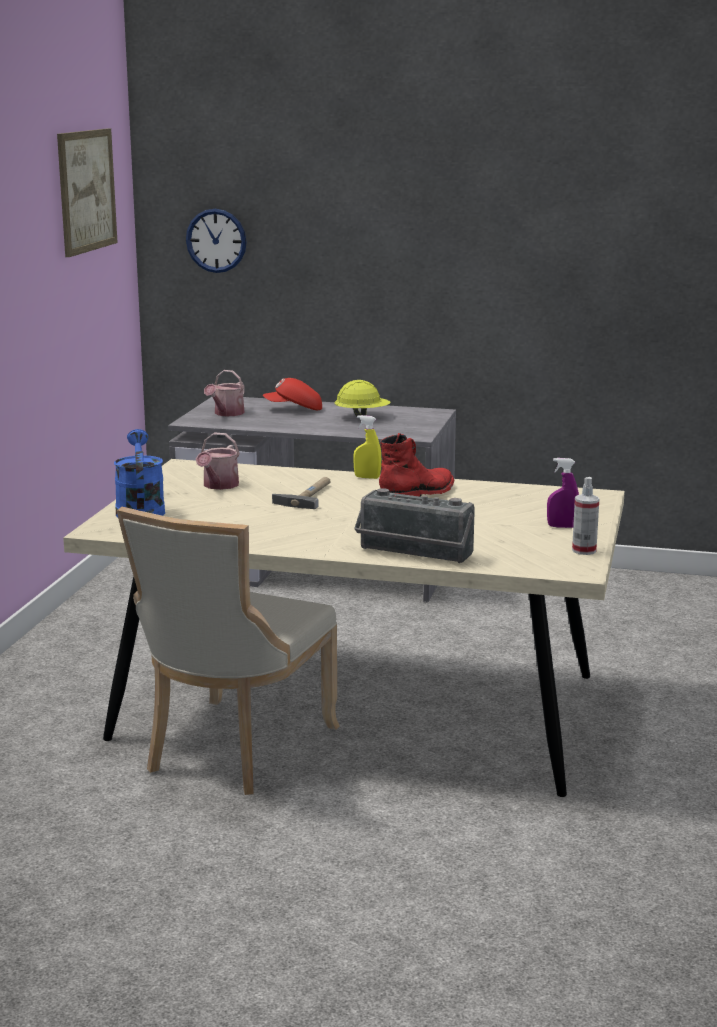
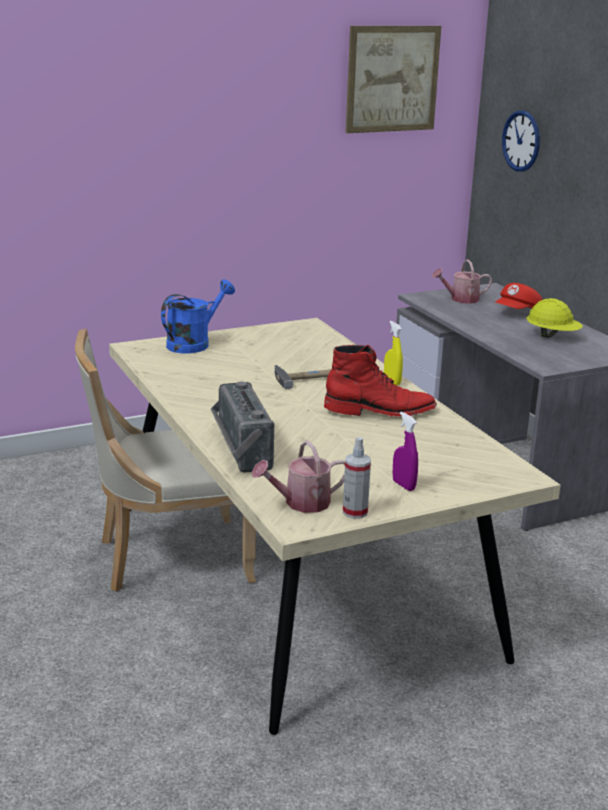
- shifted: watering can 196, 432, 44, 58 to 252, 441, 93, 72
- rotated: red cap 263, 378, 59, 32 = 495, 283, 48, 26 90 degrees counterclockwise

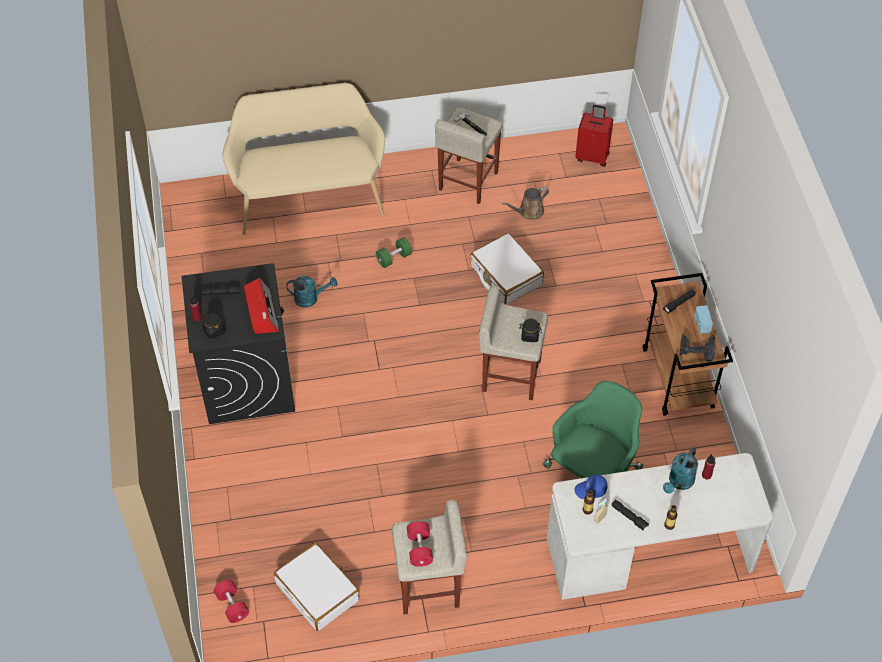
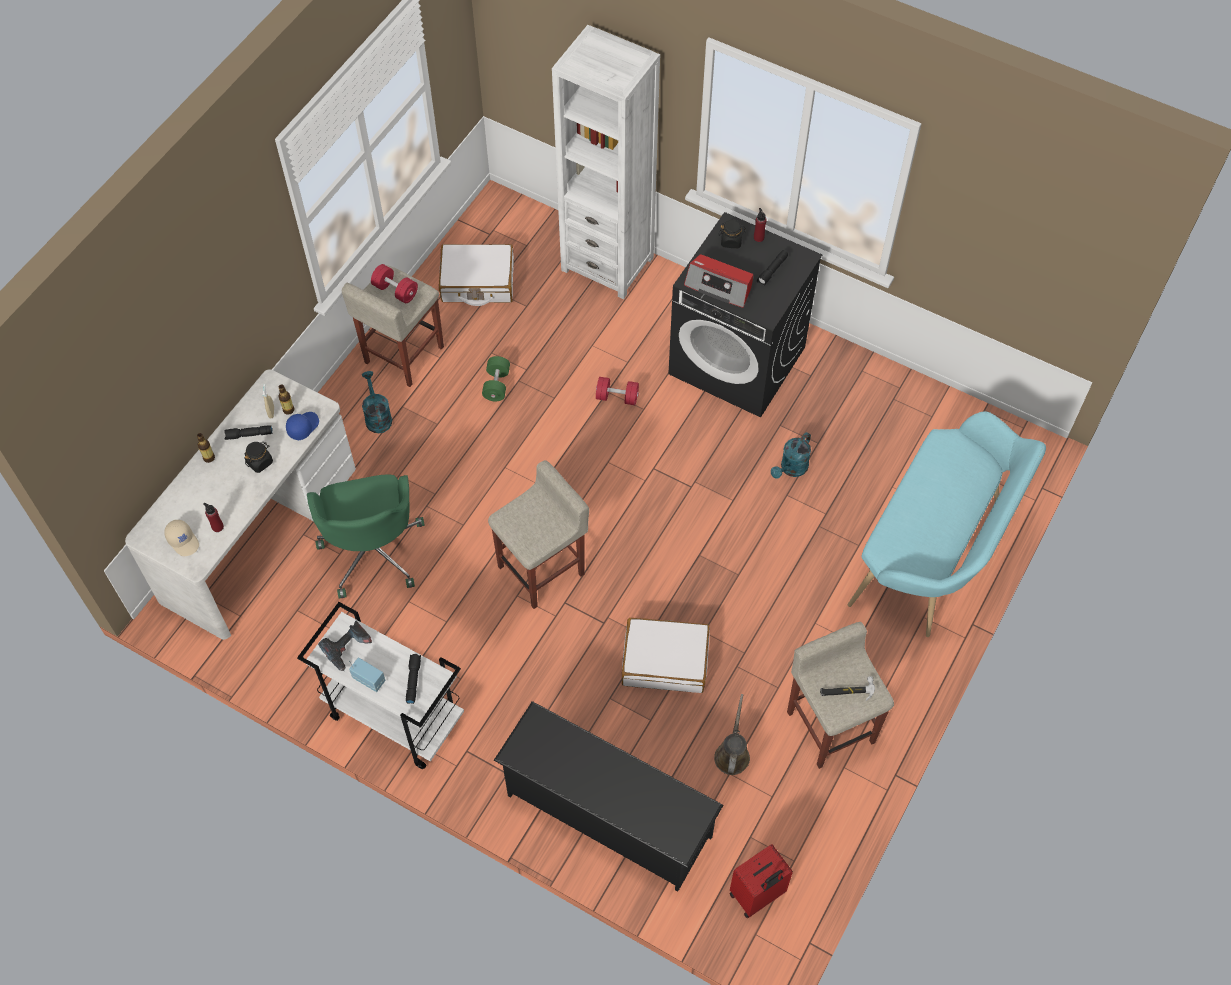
- new: beige cap 164, 520, 35, 36
- shifted: black jar 519, 318, 23, 24 to 244, 442, 29, 31
- repainted: brown cart 643, 273, 90, 143 to white cart 297, 602, 167, 167
- shifted: turquoise watering can 663, 447, 35, 46 to 362, 371, 30, 62
- shifted: green dumbbell 376, 237, 36, 31 to 482, 356, 28, 45
- new: black shoe rack 494, 701, 229, 191
- new: white bookcase 552, 25, 108, 274
- shifted: red dumbbell 214, 580, 35, 43 to 596, 377, 43, 28
- repainted: beige bench 223, 83, 162, 152 to turquoise bench 848, 411, 198, 226

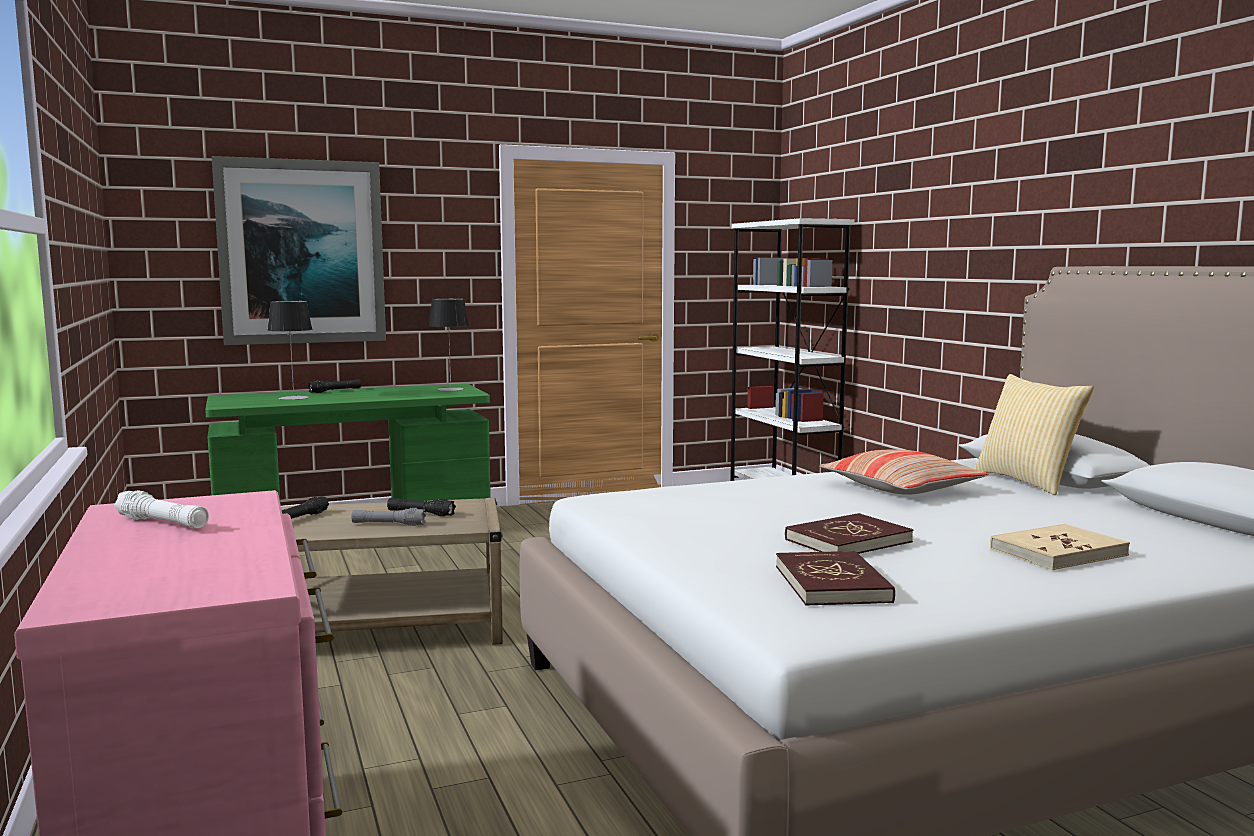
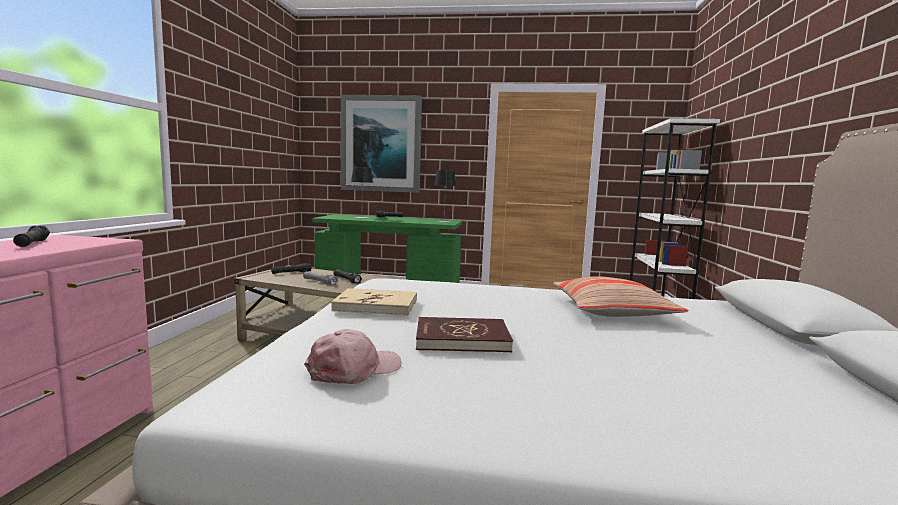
- repainted: white flashlight 114, 490, 95, 39 to black flashlight 13, 226, 37, 21
- swapped: red book 776, 551, 119, 54 to pink cap 304, 329, 98, 55
- shifted: beige book 990, 524, 140, 46 to 331, 288, 86, 28
- gone: pillow 975, 374, 119, 121

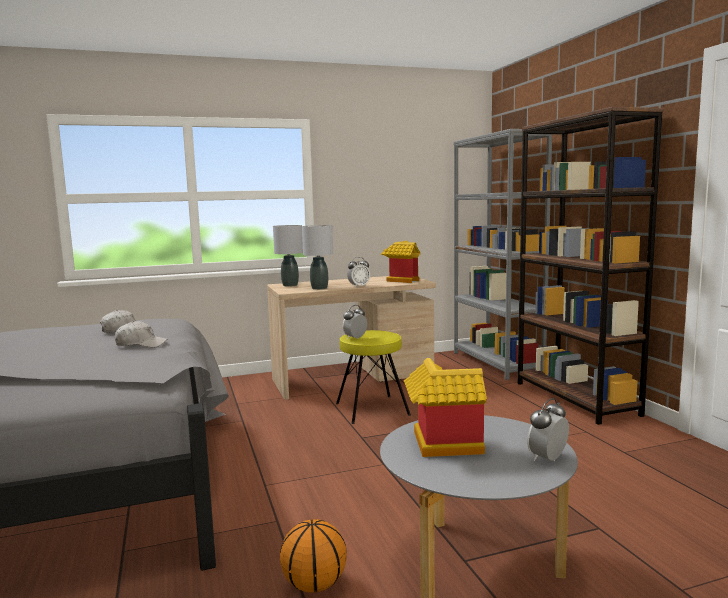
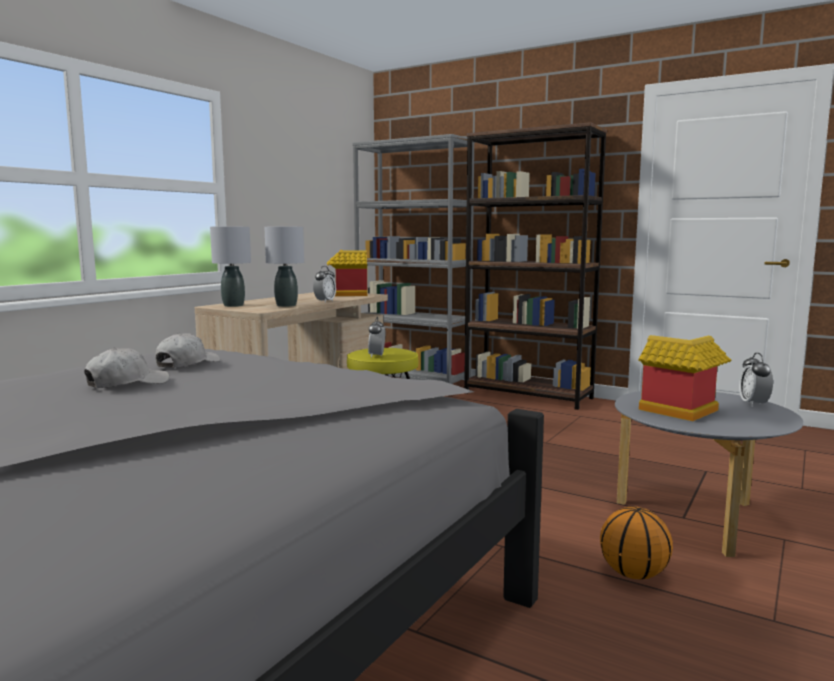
- shifted: white cap 115, 321, 53, 27 to 84, 348, 85, 40

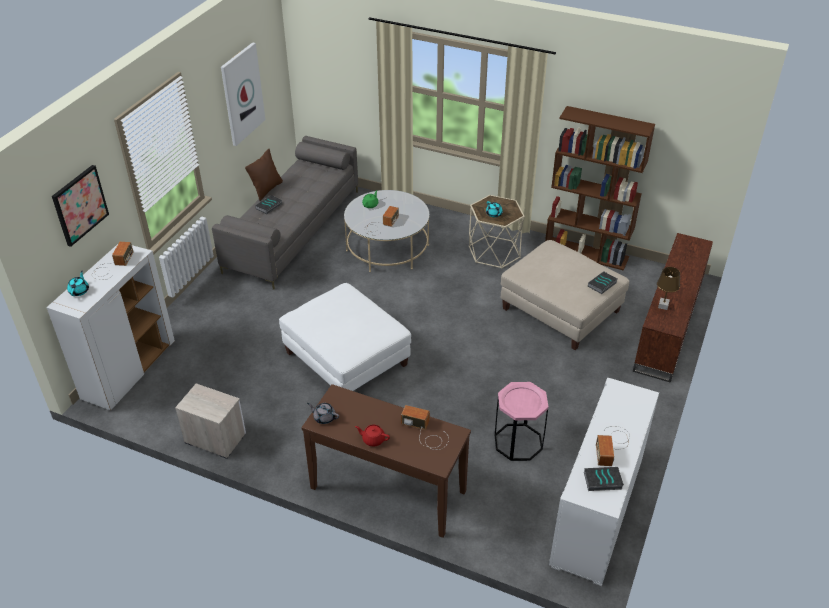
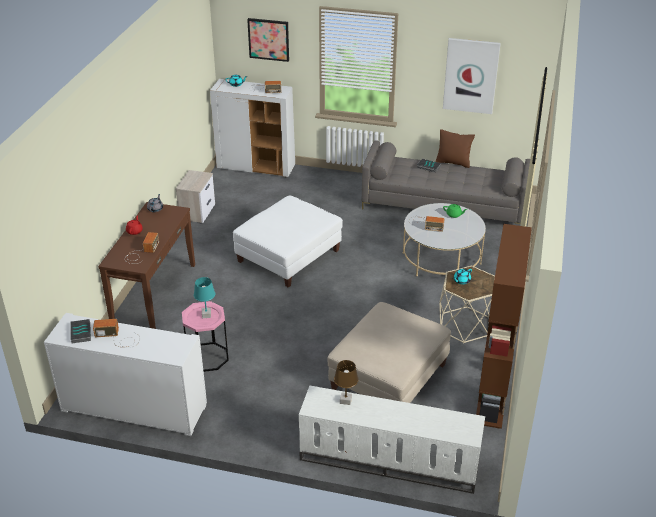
- new: turquoise table lamp 194, 277, 21, 41
- repainted: brown tv stand 633, 233, 80, 150 to white tv stand 299, 385, 186, 109
- gone: book 588, 271, 29, 23

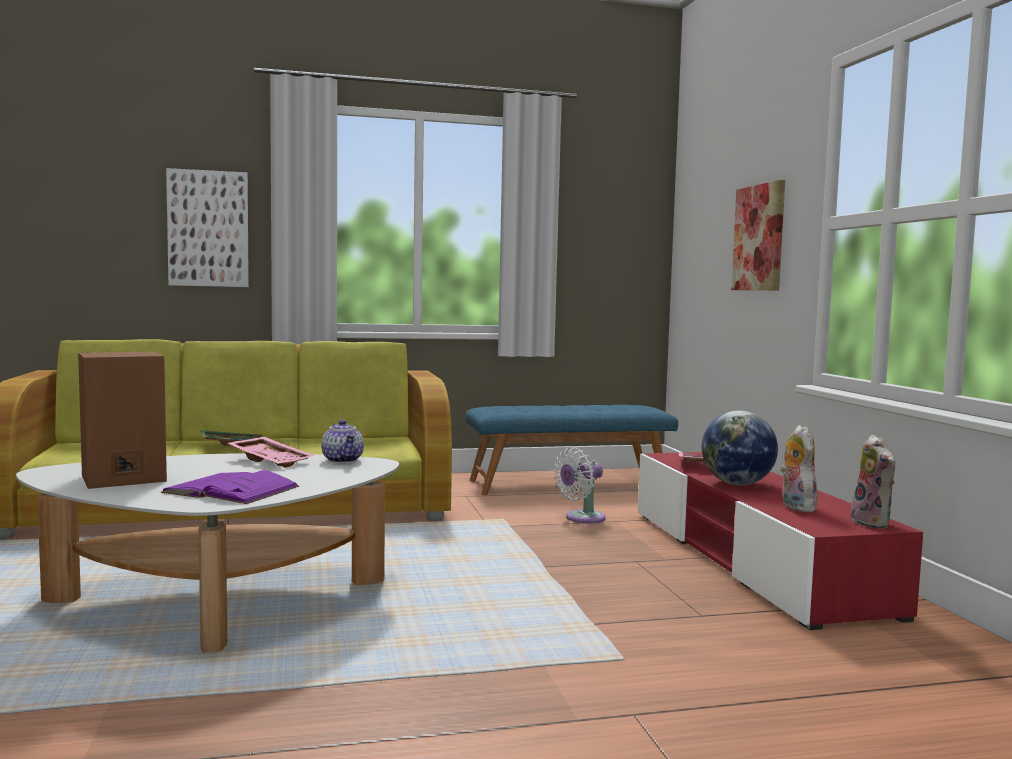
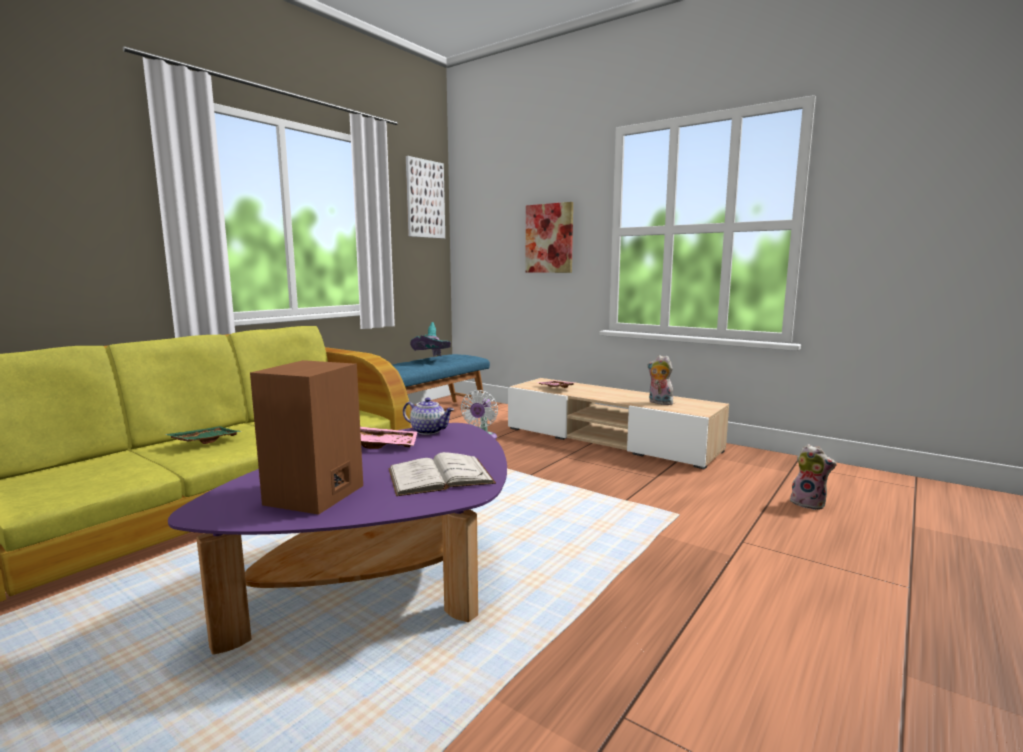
- repainted: white coffee table 16, 453, 383, 199 to purple coffee table 168, 423, 339, 232
- repainted: purple book 161, 470, 138, 34 to white book 389, 452, 107, 44
- shifted: picture 166, 168, 83, 119 to 406, 156, 39, 83
- new: turquoise hat 410, 322, 41, 35
- repainted: red tv stand 638, 452, 285, 178 to beige tv stand 508, 378, 221, 91
- shifted: plush toy 850, 435, 45, 94 to 790, 444, 47, 66
- gone: globe 702, 411, 76, 74

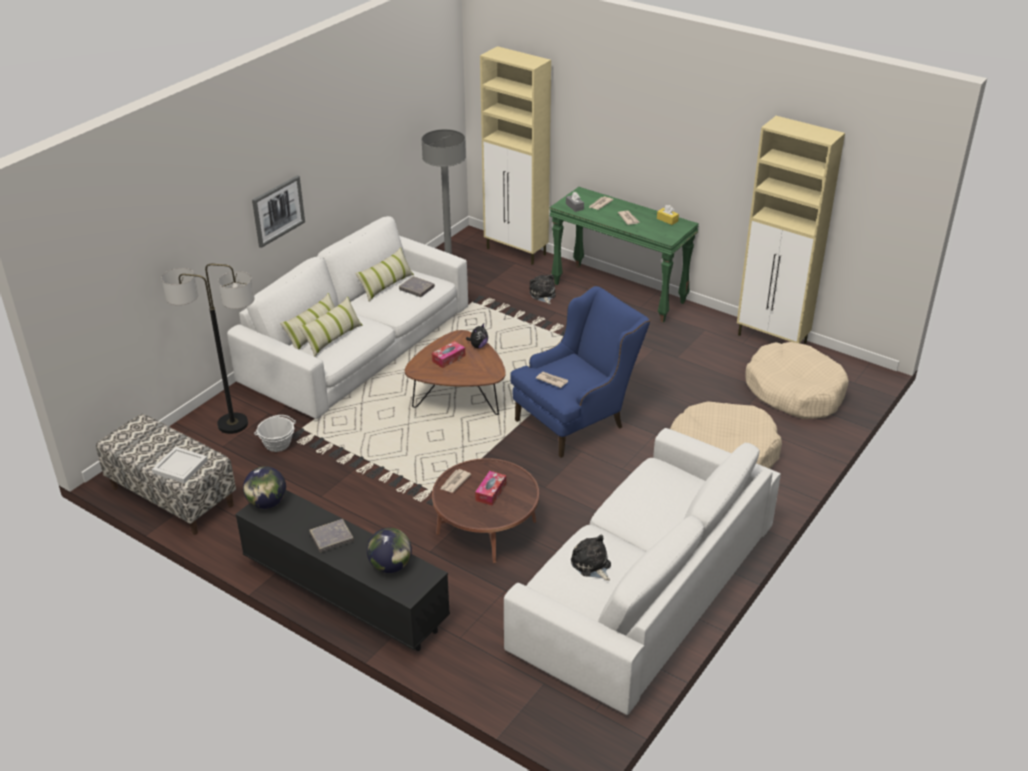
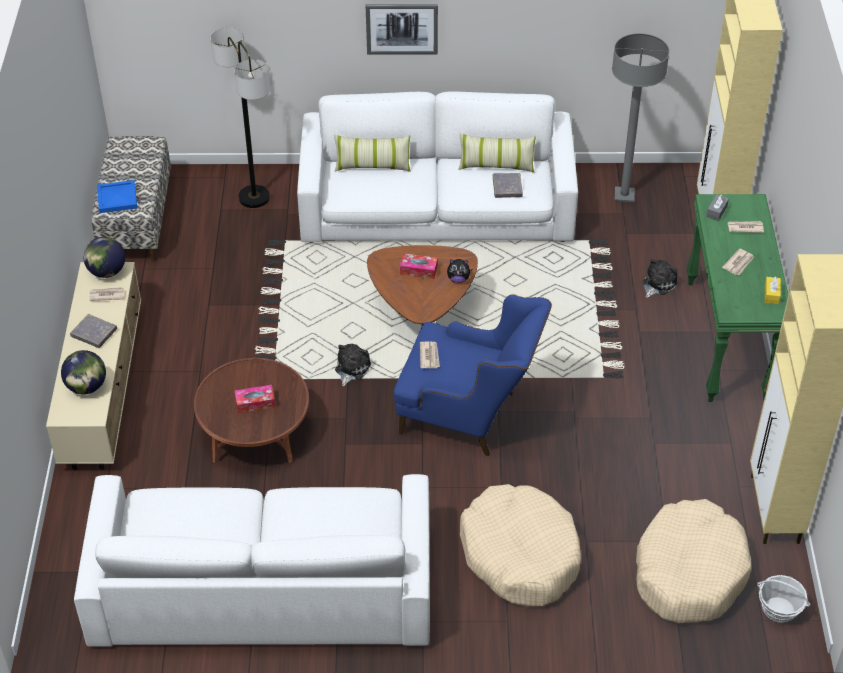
- repainted: black tv stand 235, 490, 215, 161 to beige tv stand 46, 262, 95, 209
- shifted: newspaper 440, 469, 31, 24 to 89, 287, 35, 14
- repainted: white tray 152, 447, 56, 37 to blue tray 97, 180, 40, 33
- shifted: plush toy 571, 535, 40, 46 to 335, 344, 36, 43
- shifted: basket 254, 415, 42, 37 to 757, 575, 53, 48
- gone: pillow 299, 296, 64, 61

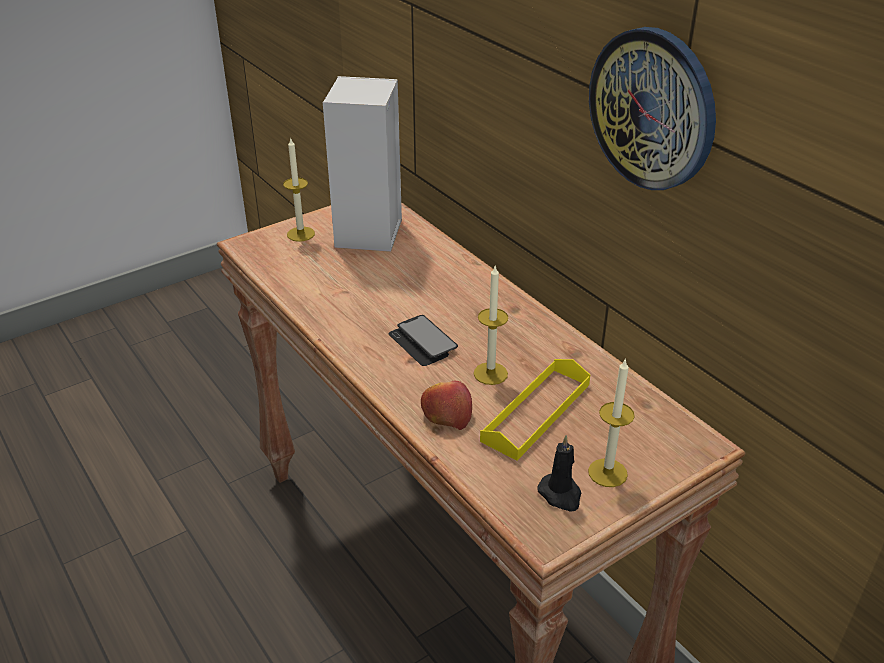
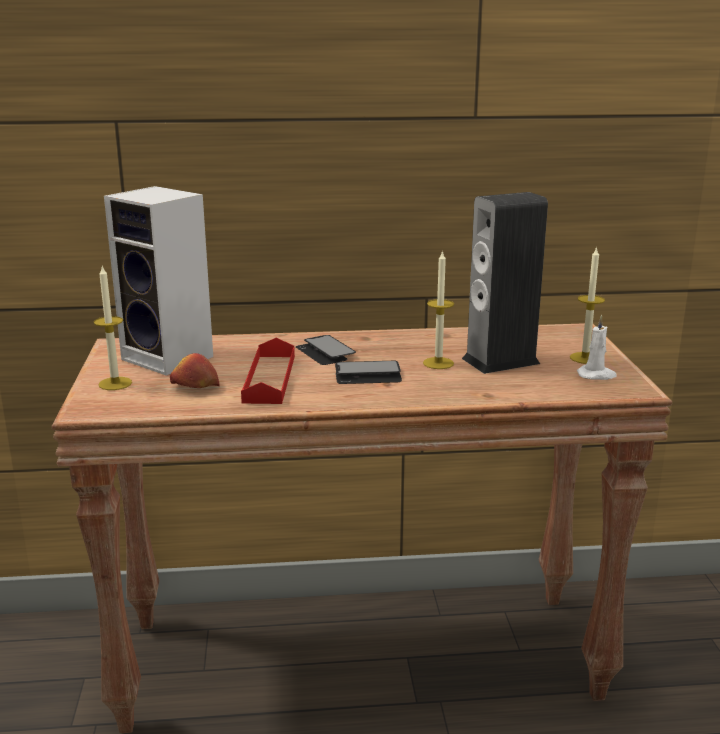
- shifted: apple 421, 381, 51, 49 to 170, 353, 50, 35
- new: red tray 241, 338, 54, 66
- new: phone 296, 335, 60, 30
- swapped: yellow tray 480, 359, 110, 101 to speaker 462, 192, 86, 182
- repainted: black candle 537, 435, 45, 77 to white candle 577, 315, 40, 65
- gone: wall clock 589, 27, 127, 163

